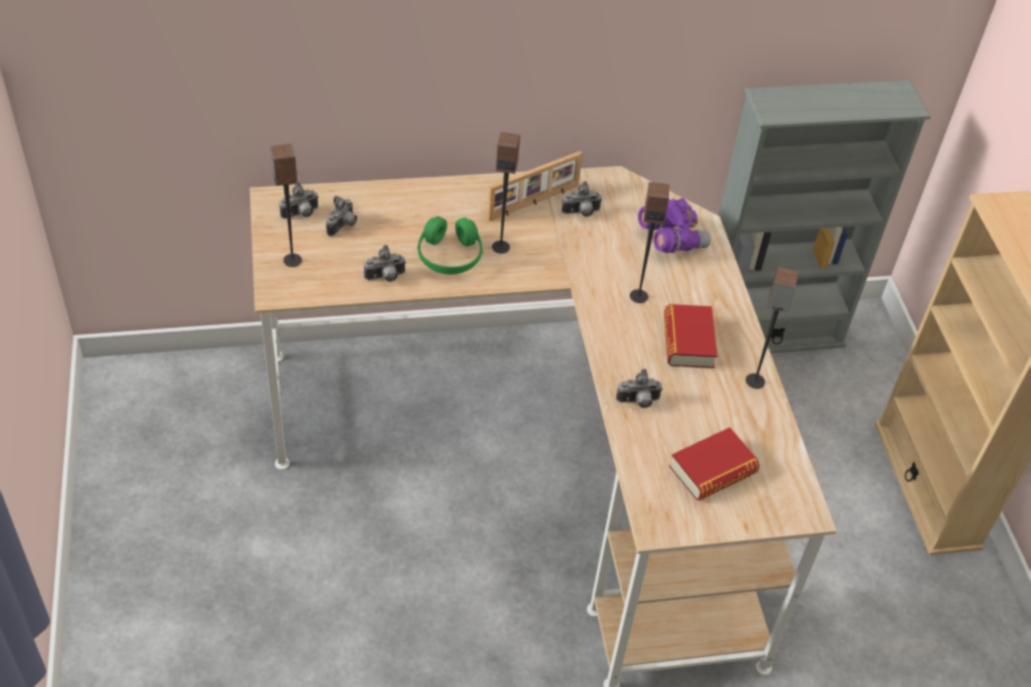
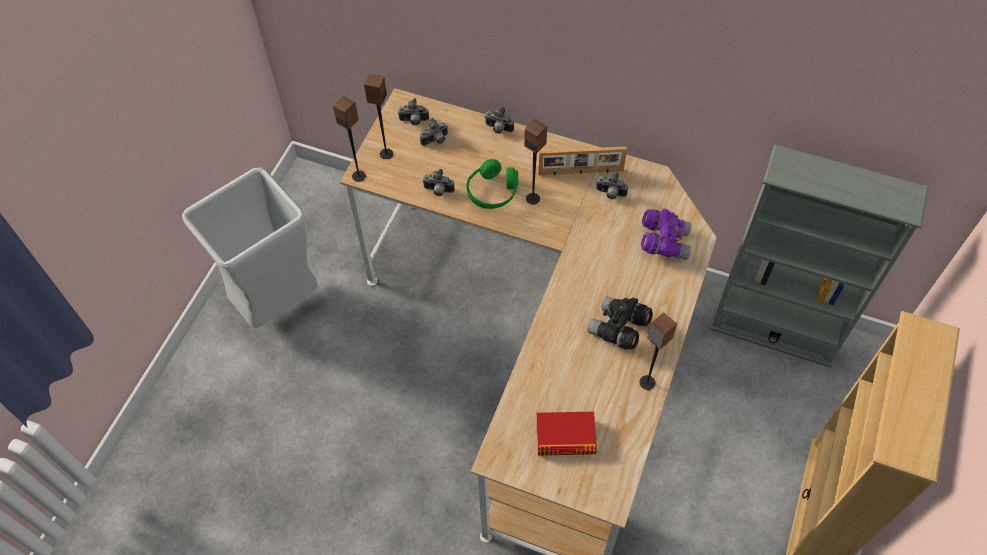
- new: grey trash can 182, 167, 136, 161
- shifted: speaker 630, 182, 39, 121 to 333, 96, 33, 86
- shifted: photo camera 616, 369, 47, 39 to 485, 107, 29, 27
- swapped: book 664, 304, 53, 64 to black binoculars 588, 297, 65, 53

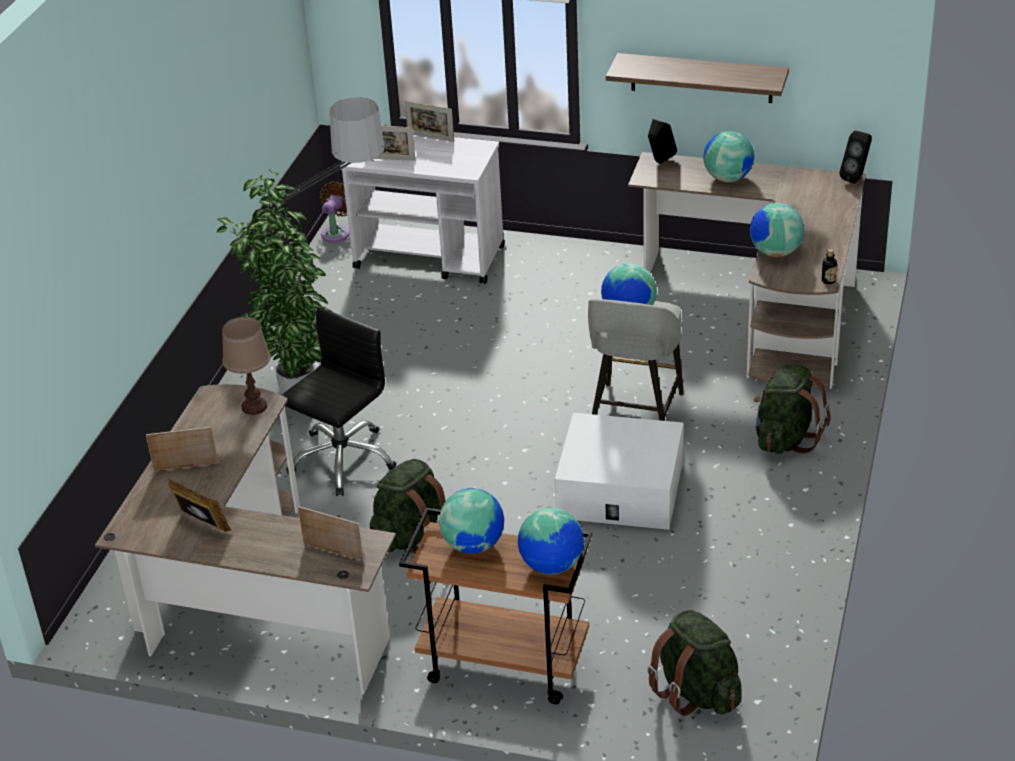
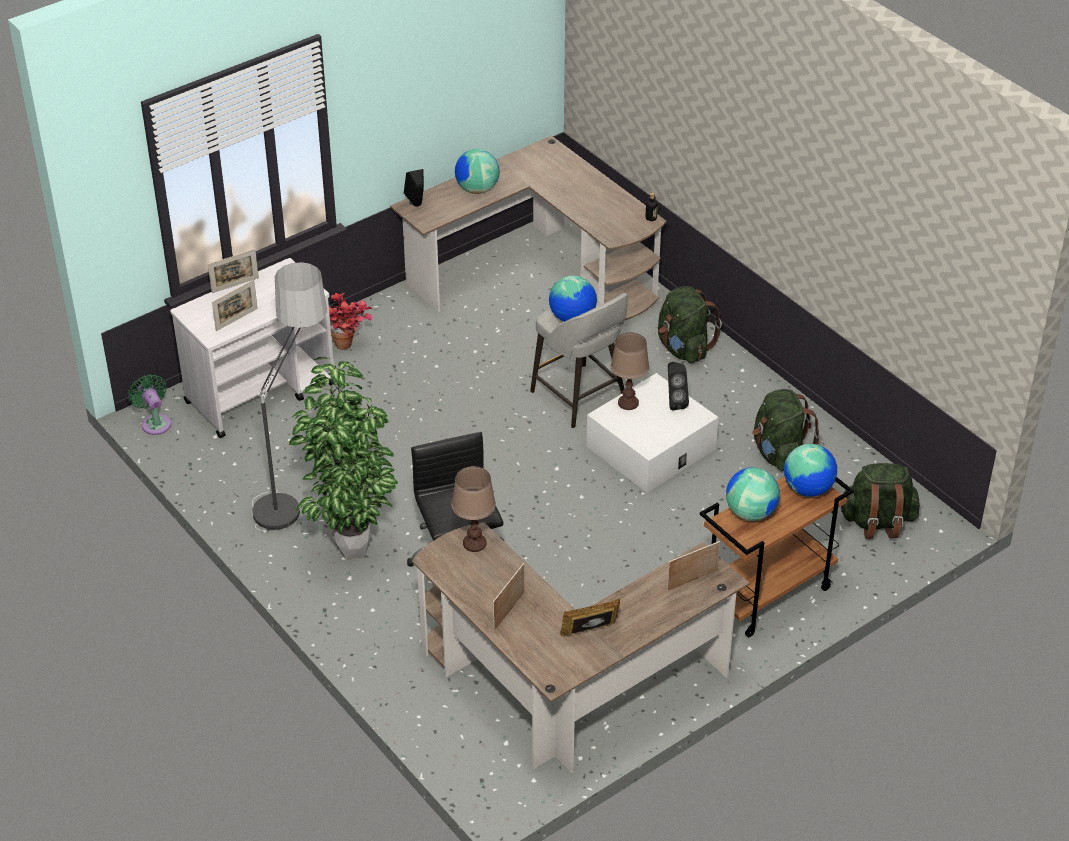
- repainted: brown fan 320, 181, 30, 61 to green fan 128, 374, 43, 61
- new: potted plant 329, 293, 43, 57
- new: brown table lamp 610, 332, 39, 78
- shifted: black speaker 840, 131, 32, 52 to 668, 362, 21, 49
- shifted: green backpack 370, 459, 76, 94 to 752, 389, 69, 82
- gone: shelf 606, 53, 183, 50
- gone: globe 750, 203, 54, 54

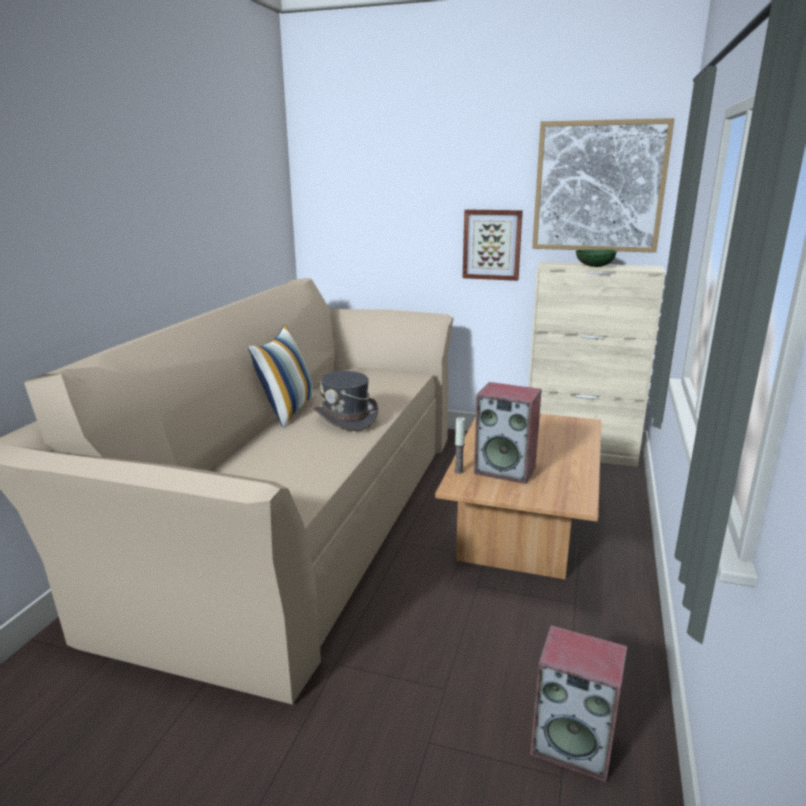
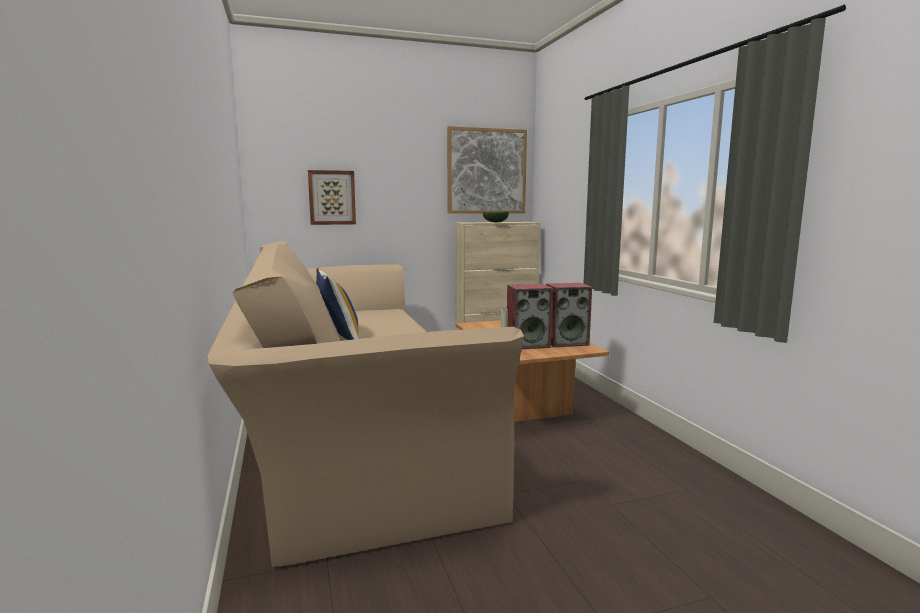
- shifted: picture 463, 209, 60, 72 to 308, 170, 48, 55
- shifted: speaker 530, 625, 97, 157 to 546, 283, 46, 64
- gone: grey hat 314, 371, 64, 60

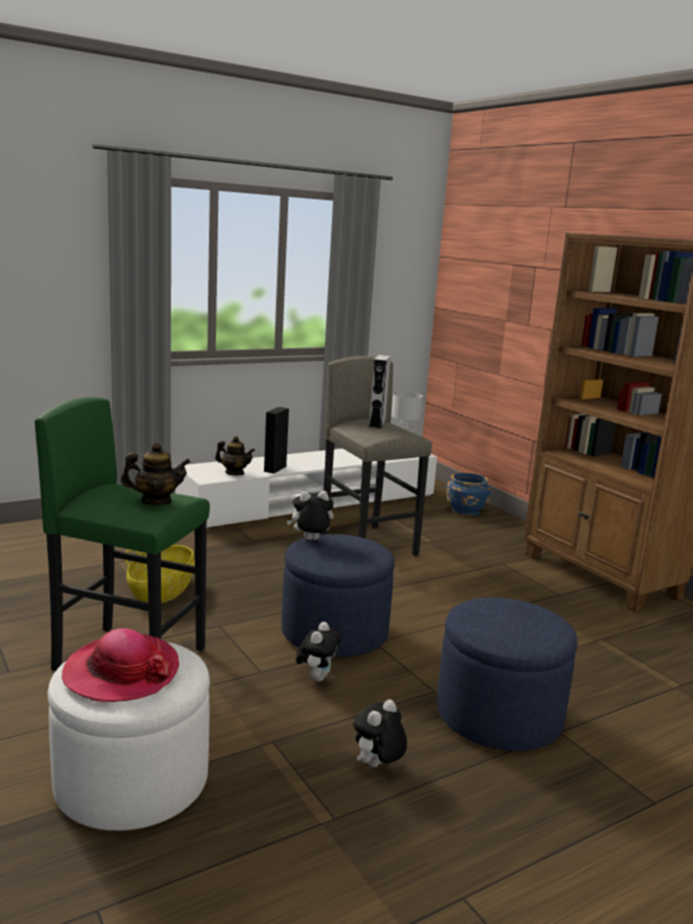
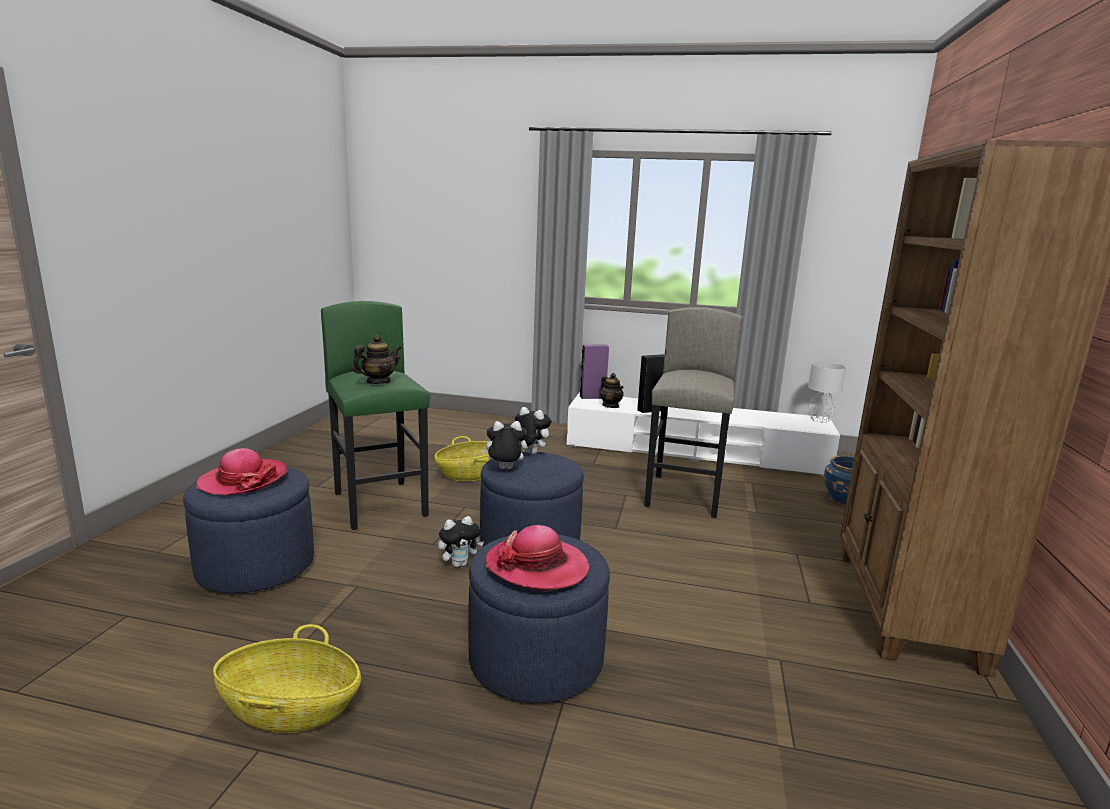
- repainted: white ottoman 48, 642, 162, 189 to blue ottoman 183, 467, 131, 126
- new: basket 213, 624, 148, 109
- rotated: teapot 121, 442, 70, 63 = 352, 335, 50, 49 75 degrees counterclockwise
- shifted: plush toy 353, 699, 54, 68 to 480, 421, 47, 48
- new: hat 485, 525, 104, 67
- new: purple speaker 580, 345, 29, 54
- gone: grey speaker 369, 355, 22, 74

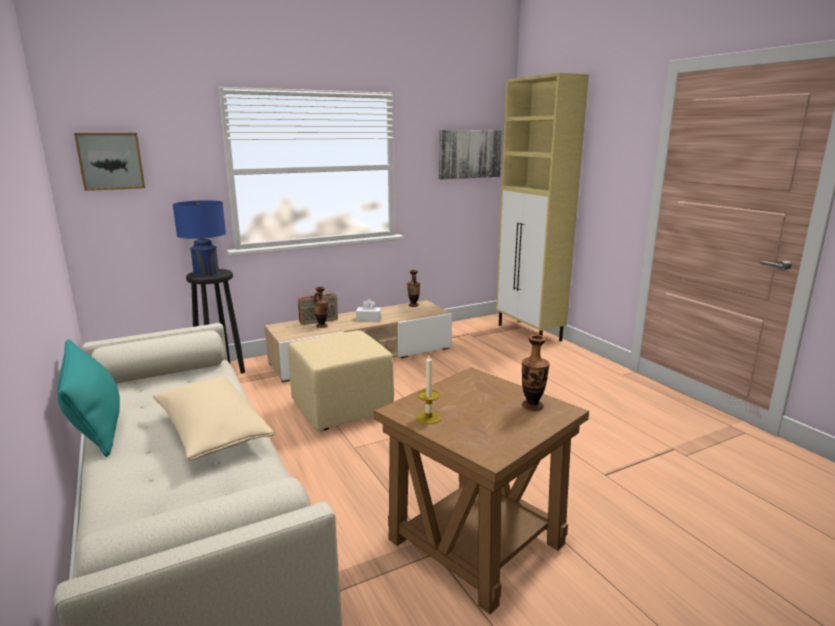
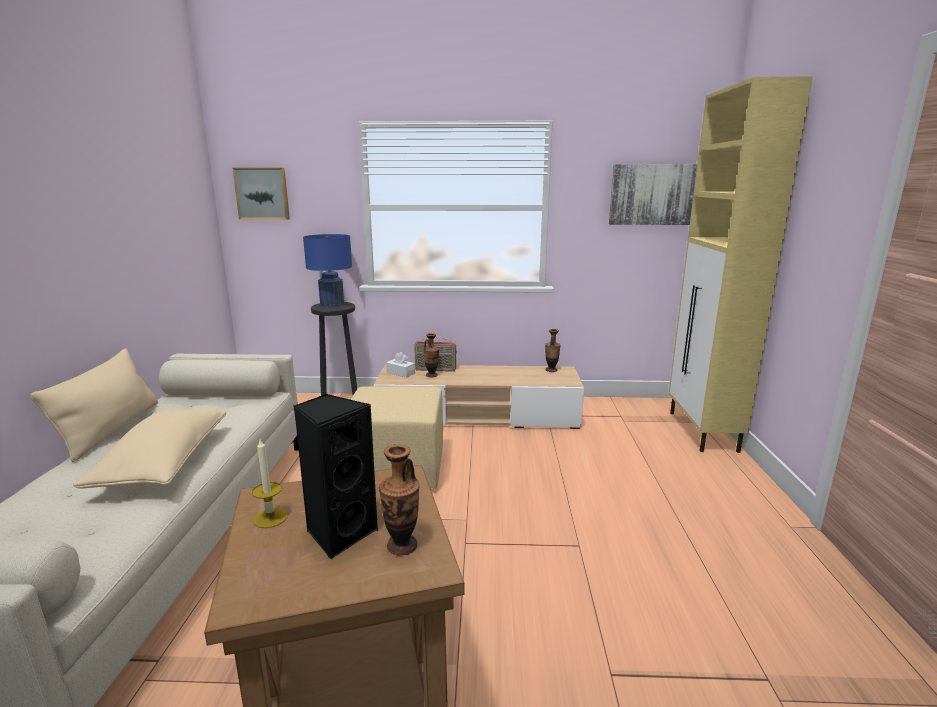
- repainted: turquoise pillow 57, 339, 63, 118 to beige pillow 30, 348, 128, 114
- new: black speaker 293, 394, 86, 165
- shifted: white tissue box 356, 299, 25, 22 to 386, 352, 29, 26

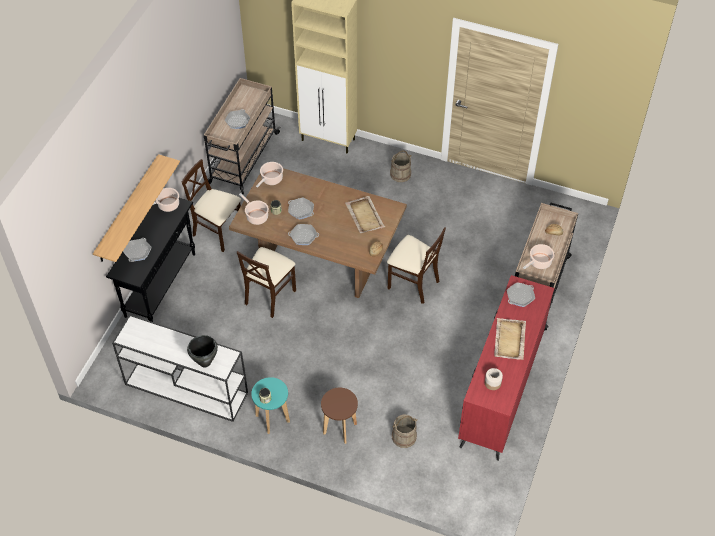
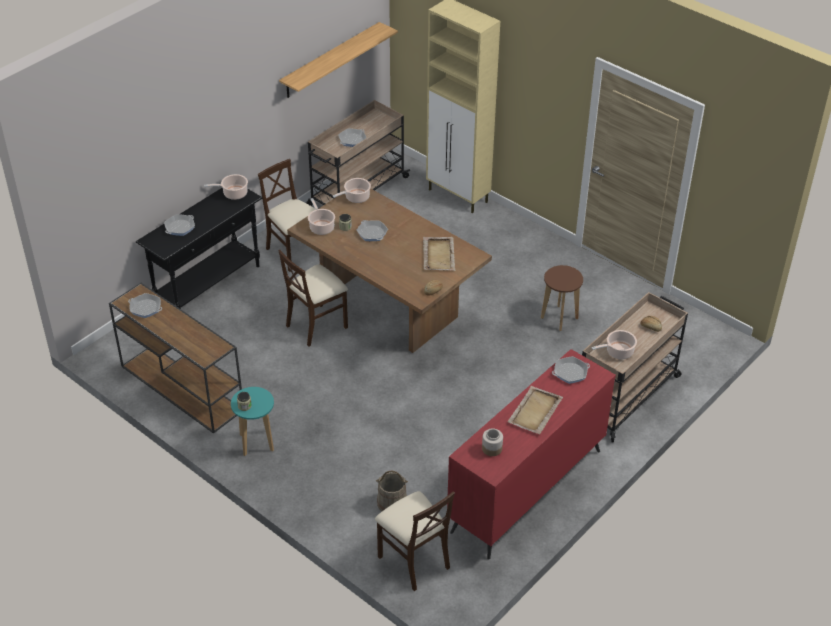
- repainted: white console table 112, 315, 136, 107 to brown console table 109, 283, 133, 151
- shifted: frying pan 288, 224, 31, 21 to 128, 293, 34, 25
- shifted: shelf 93, 154, 87, 108 to 279, 22, 119, 76
- shifted: beige chair 387, 227, 59, 77 to 375, 491, 80, 100
- shifted: brown stool 321, 388, 37, 56 to 541, 265, 42, 66
- gone: black cooking pot 187, 335, 31, 32
- gone: beige bucket 390, 150, 22, 32

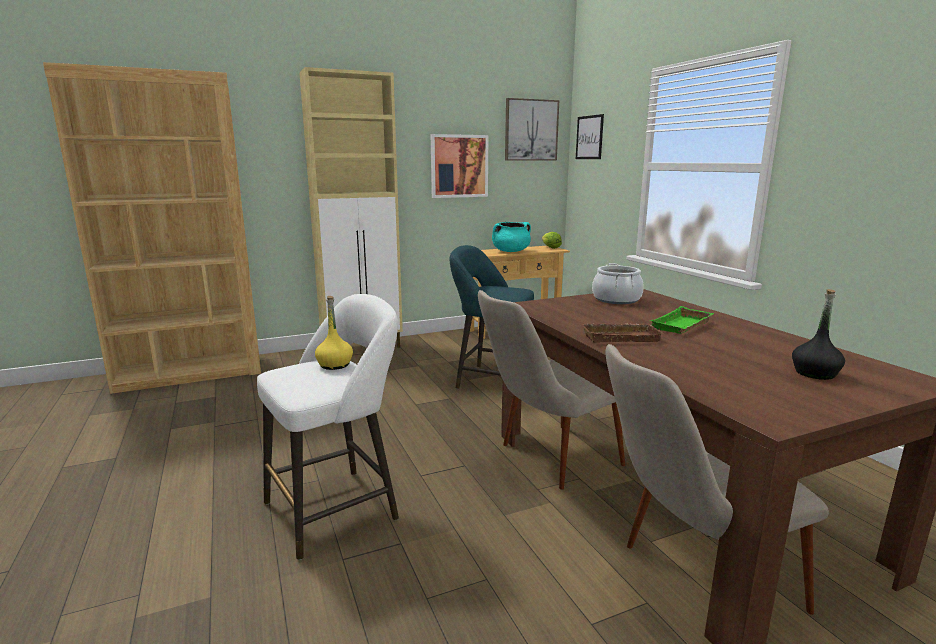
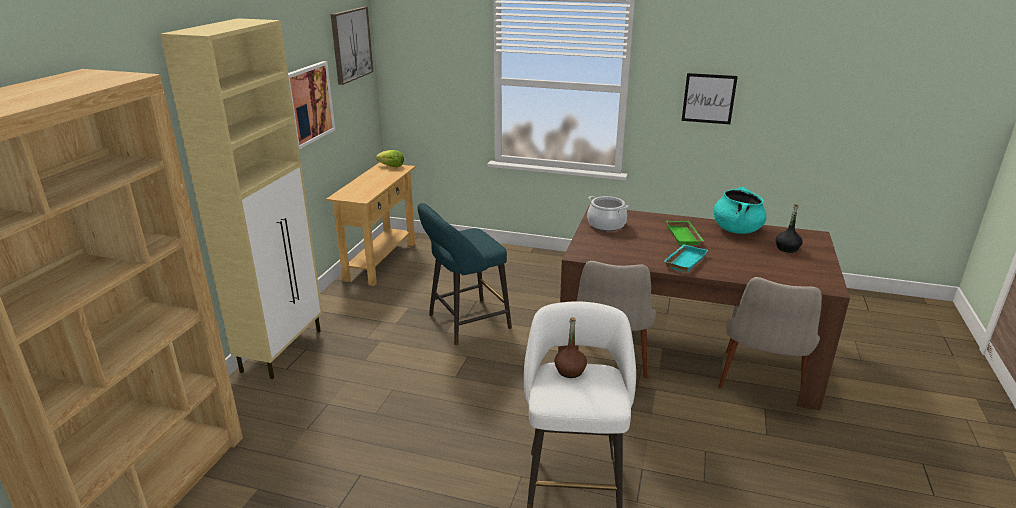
- repainted: yellow bottle 315, 296, 38, 74 to brown bottle 554, 317, 33, 61
- repainted: brown tray 581, 323, 83, 20 to turquoise tray 664, 244, 44, 29
- shifted: picture 576, 114, 28, 45 to 682, 73, 56, 51
- shifted: turquoise cooking pot 492, 222, 39, 30 to 714, 187, 52, 47

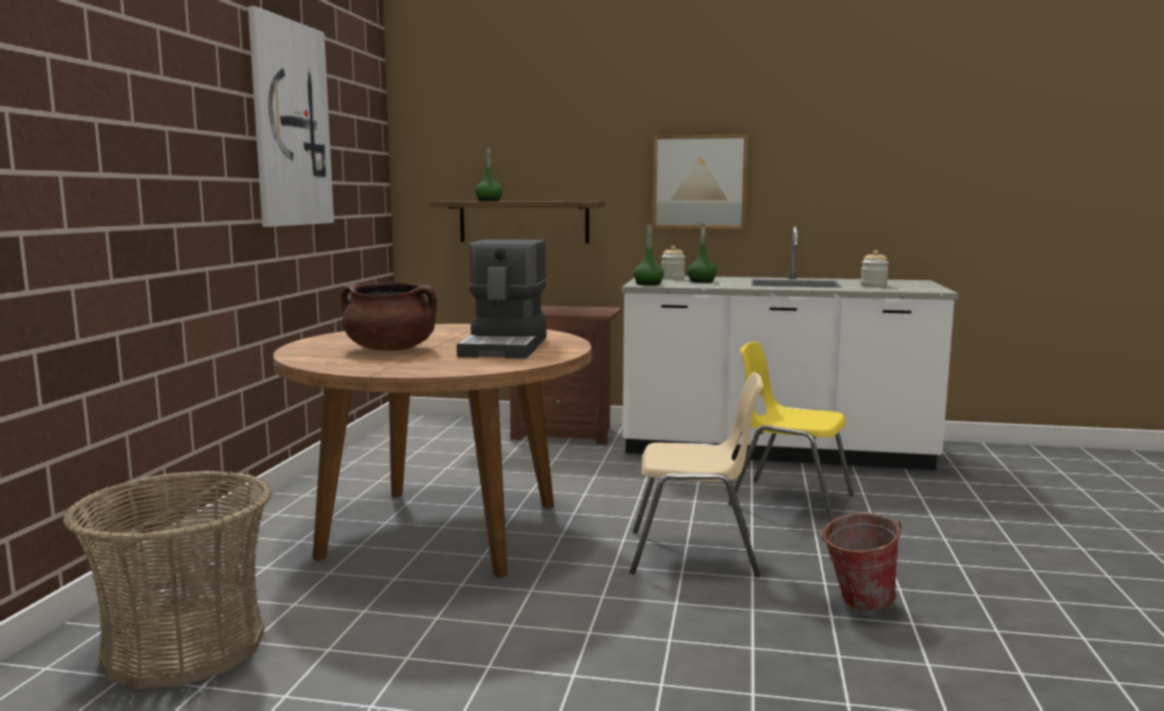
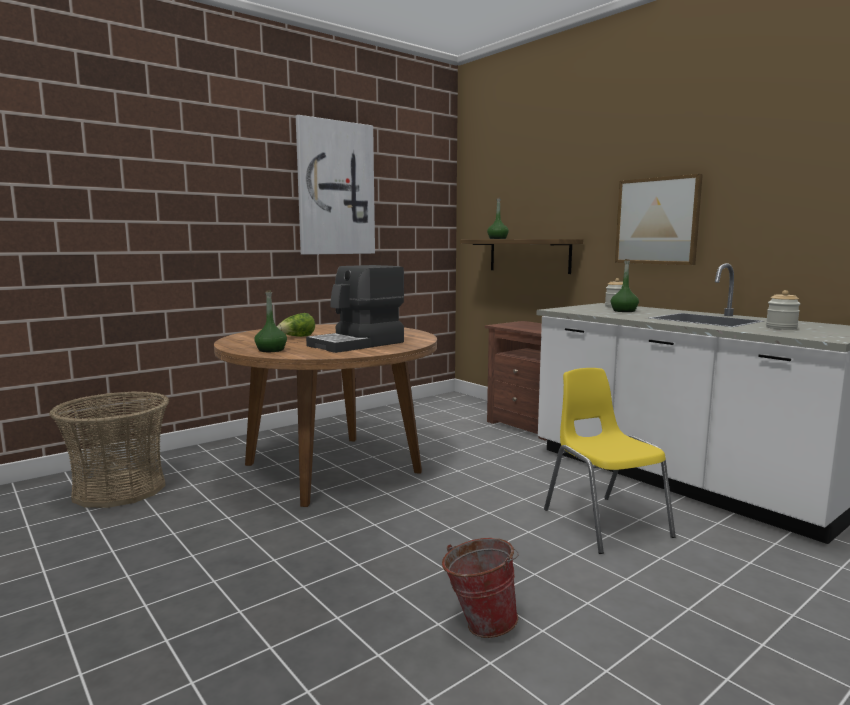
- shifted: green bottle 633, 225, 31, 60 to 254, 290, 33, 62
- swapped: brown cooking pot 341, 282, 96, 69 to lettuce 277, 313, 38, 24
- gone: beige chair 630, 372, 133, 205

